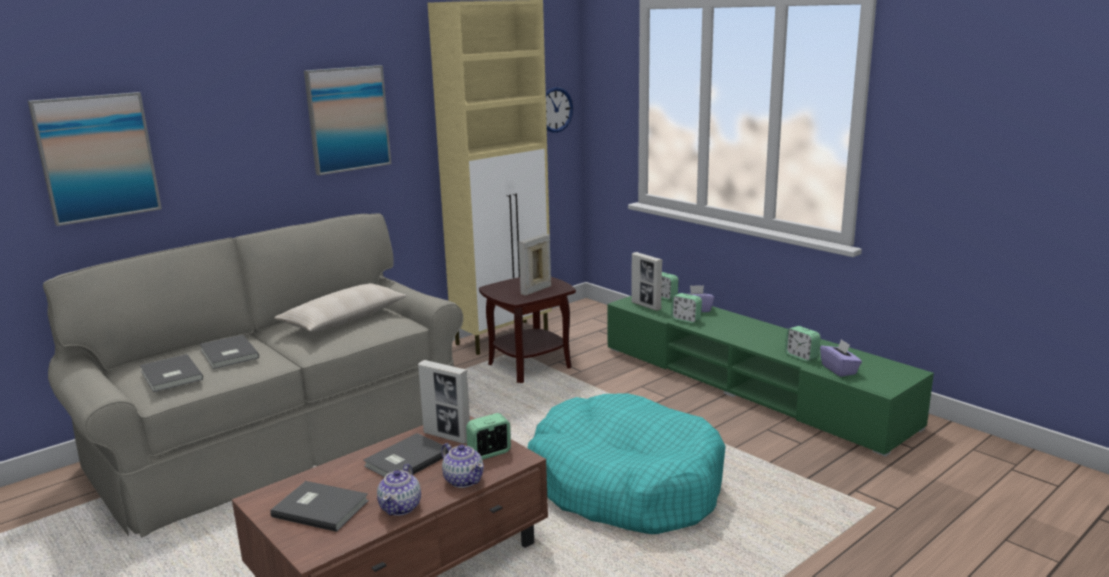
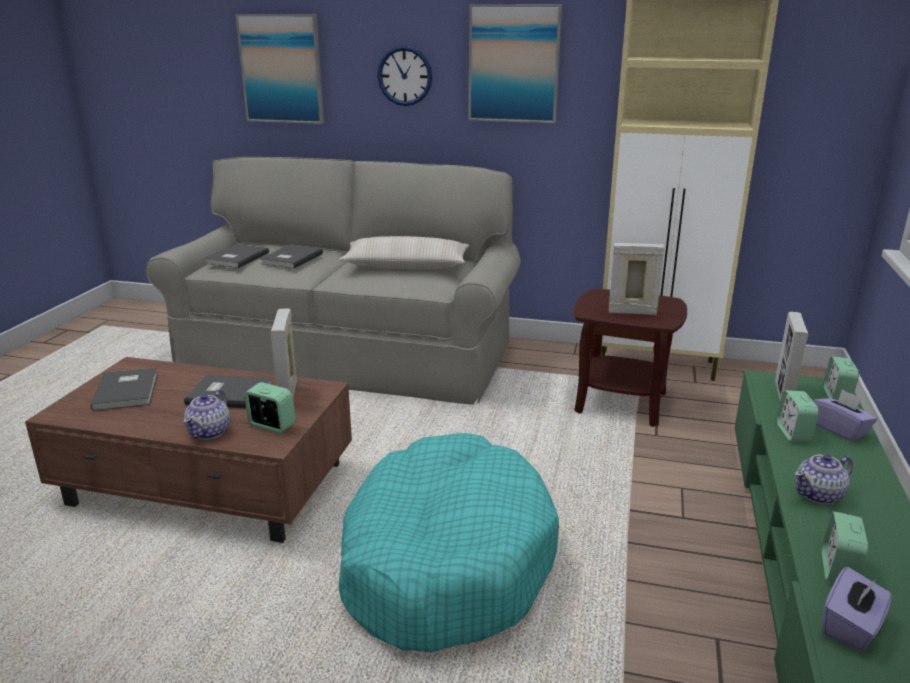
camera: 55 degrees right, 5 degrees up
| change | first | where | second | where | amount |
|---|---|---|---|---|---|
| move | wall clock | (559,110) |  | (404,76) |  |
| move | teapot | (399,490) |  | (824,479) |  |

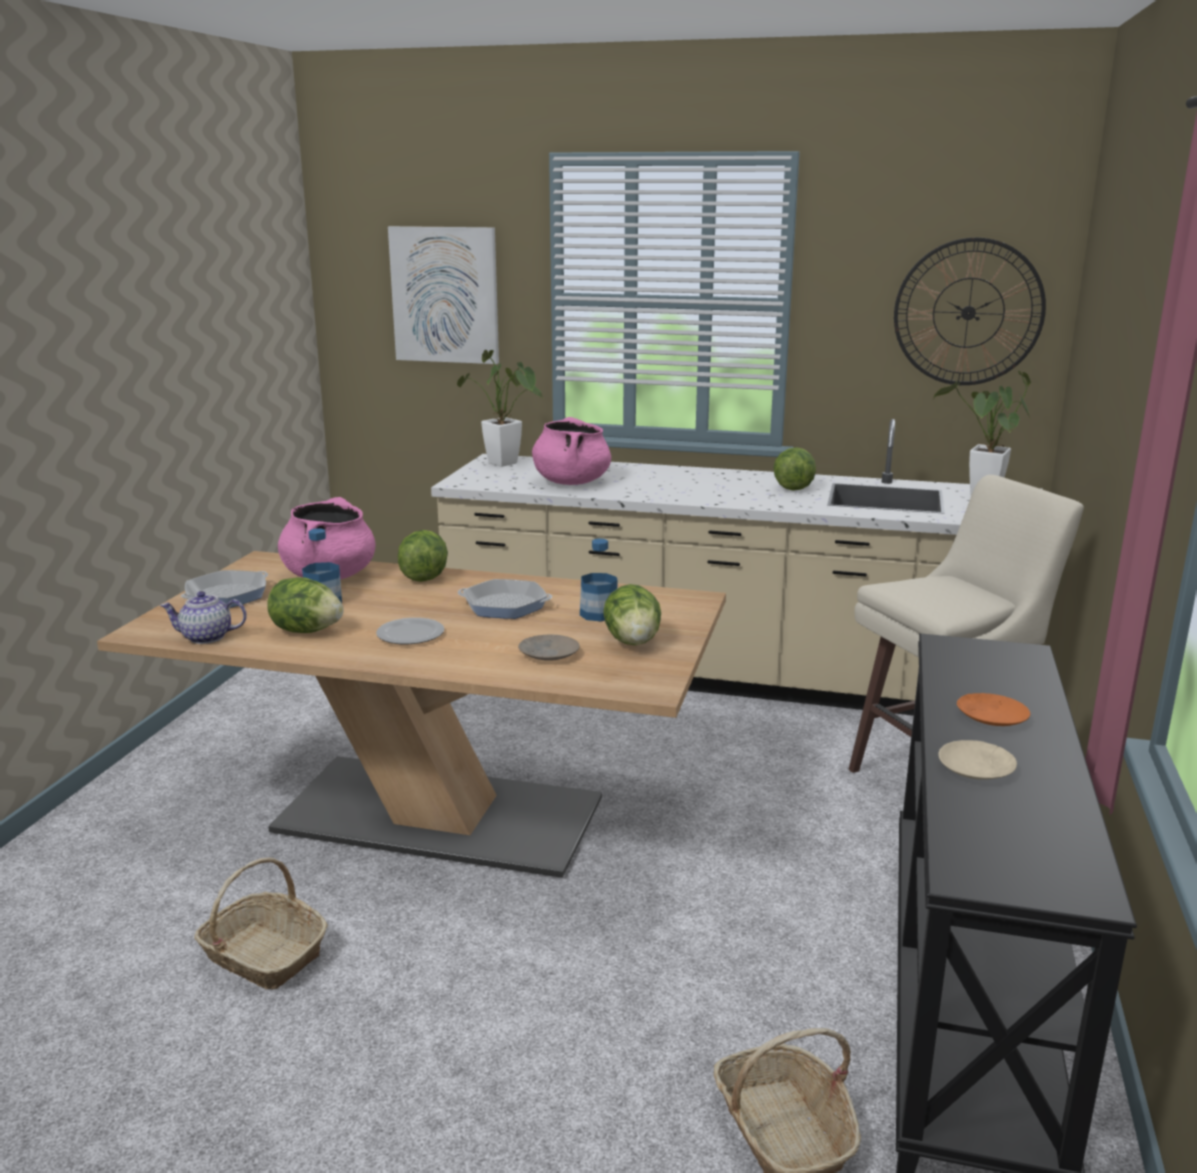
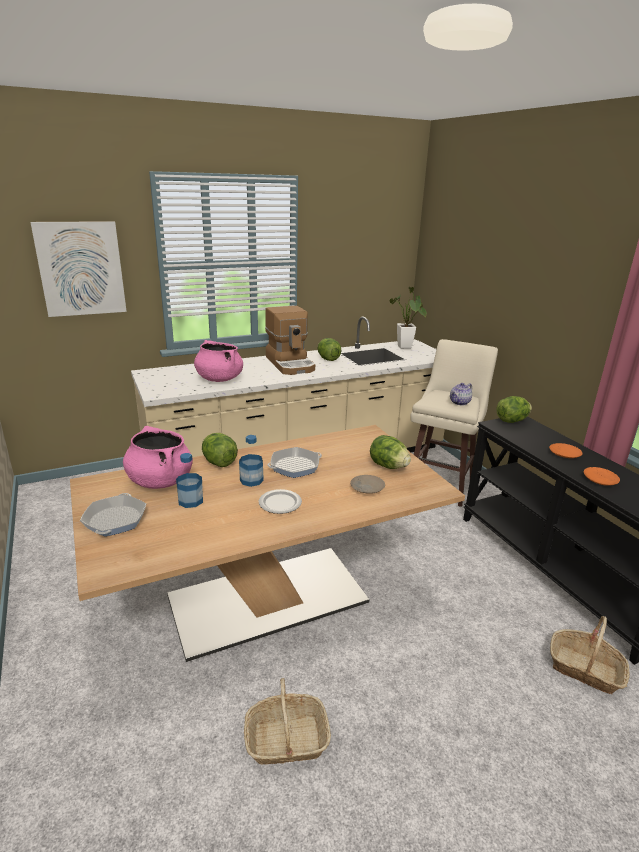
camera: 40 degrees left, 5 degrees up
| change | first | where | second | where | amount |
|---|---|---|---|---|---|
| move | bottle | (598,580) |  | (251,461) |  |
| insert |  |  | coffee machine | (290,340) |  |
| move | teapot | (203,617) |  | (461,394) |  |
| move | lettuce | (305,605) |  | (514,409) |  |
| recolor | beige plate | (978,760) | orange plate | (602,476) |  |
| delete | potted plant | (500,408) |  |  |  |
| delete | wall clock | (970,311) |  |  |  |

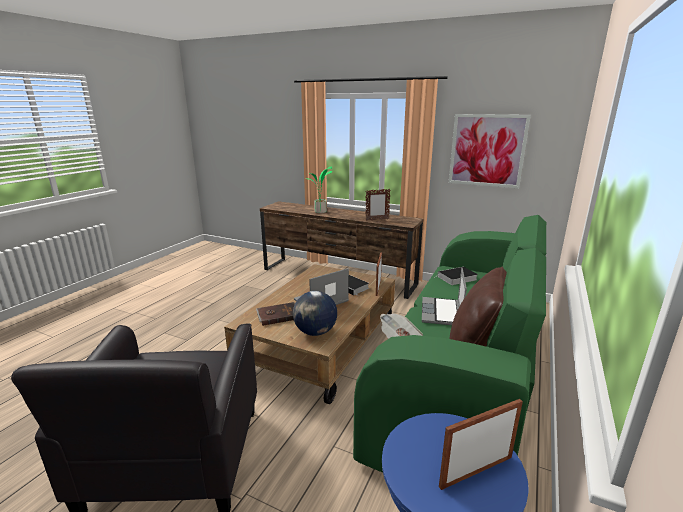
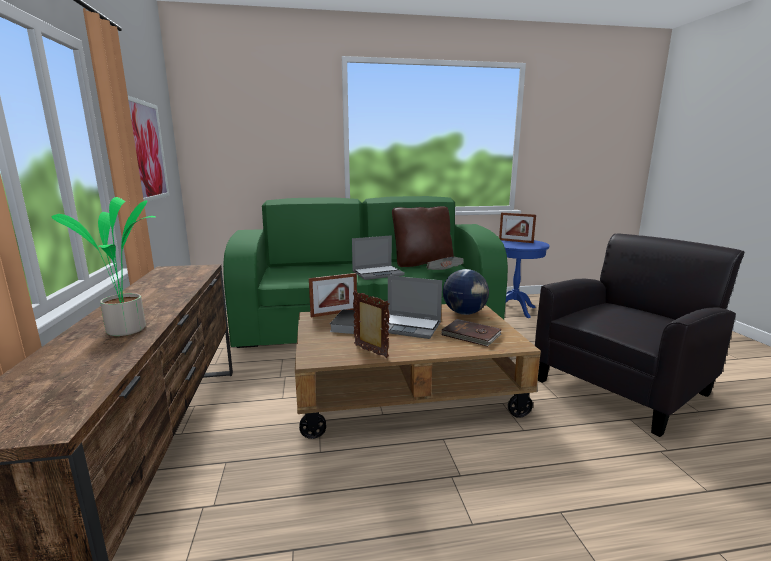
camera: 125 degrees left, 5 degrees down
| change | first | where | second | where | amount |
|---|---|---|---|---|---|
| move | picture frame | (377,205) |  | (371,324) |  |
| delete | book | (457,276) |  |  |  |

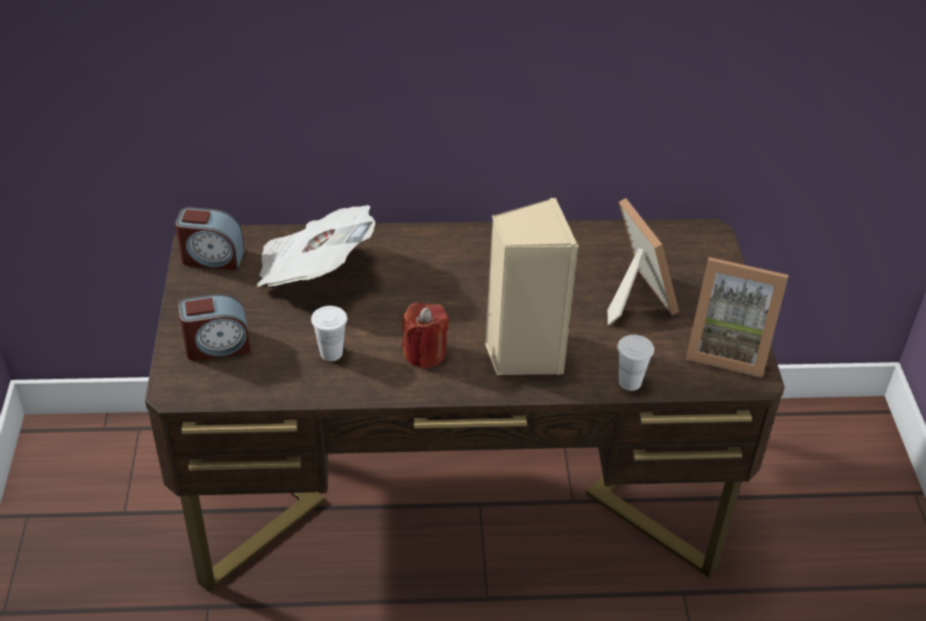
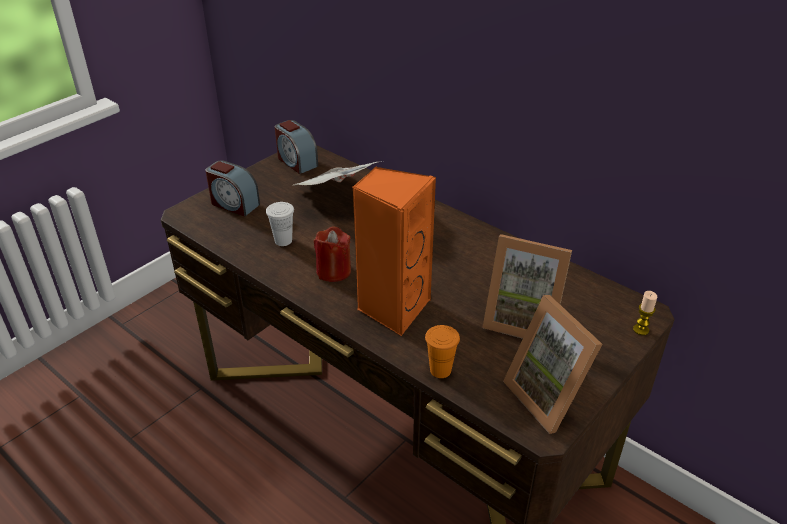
camera: 45 degrees right, 5 degrees down
| change | first | where | second | where | amount |
|---|---|---|---|---|---|
| recolor | beige speaker | (532,286) | orange speaker | (394,251) |  |
| recolor | white cup | (635,363) | orange cup | (442,351) |  |
| rotate | picture frame | (643,261) |  | (527,286) | 90 degrees clockwise |
| insert |  |  | candle | (645,313) |  |

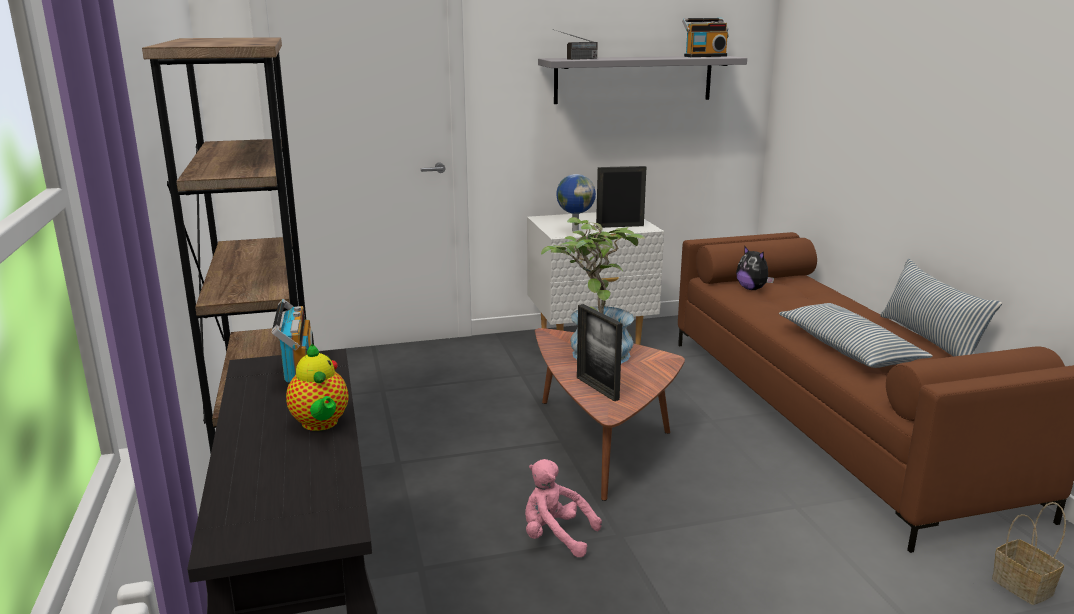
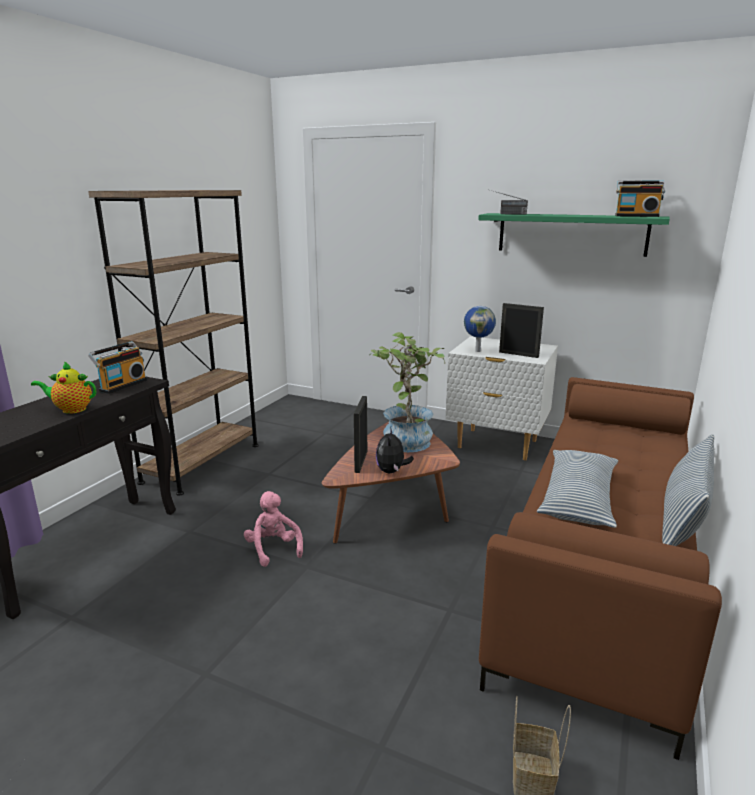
camera: 40 degrees right, 0 degrees up
| change | first | where | second | where | amount |
|---|---|---|---|---|---|
| rotate | teapot | (317,387) |  | (63,388) | 75 degrees clockwise |
| move | plush toy | (755,268) |  | (395,450) |  |
| recolor | grey shelf | (642,80) | green shelf | (574,235) |  |

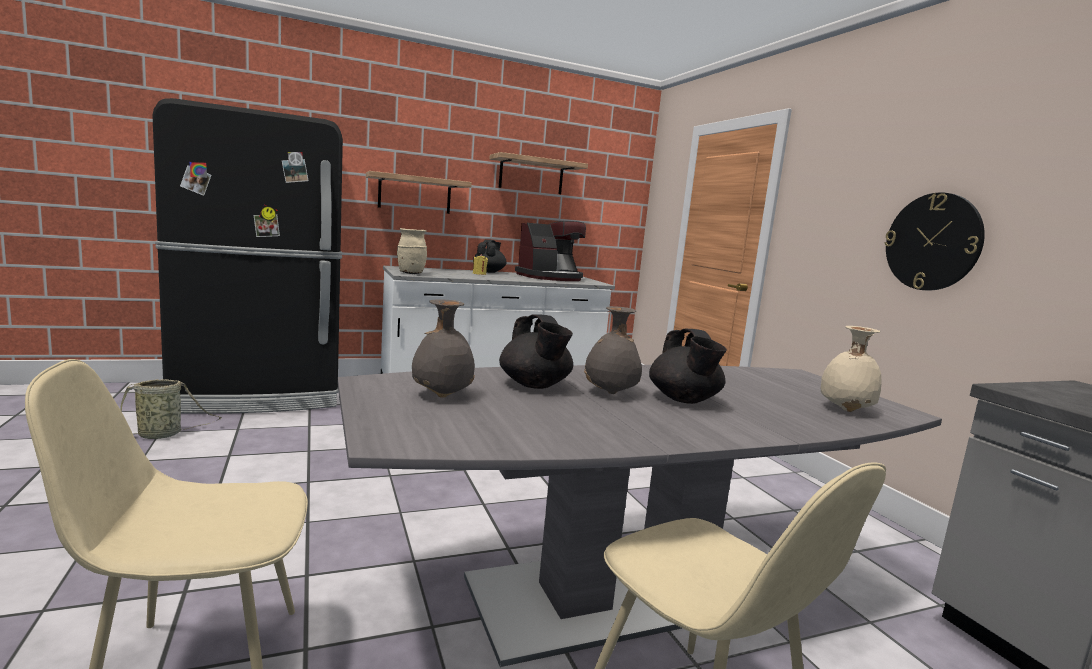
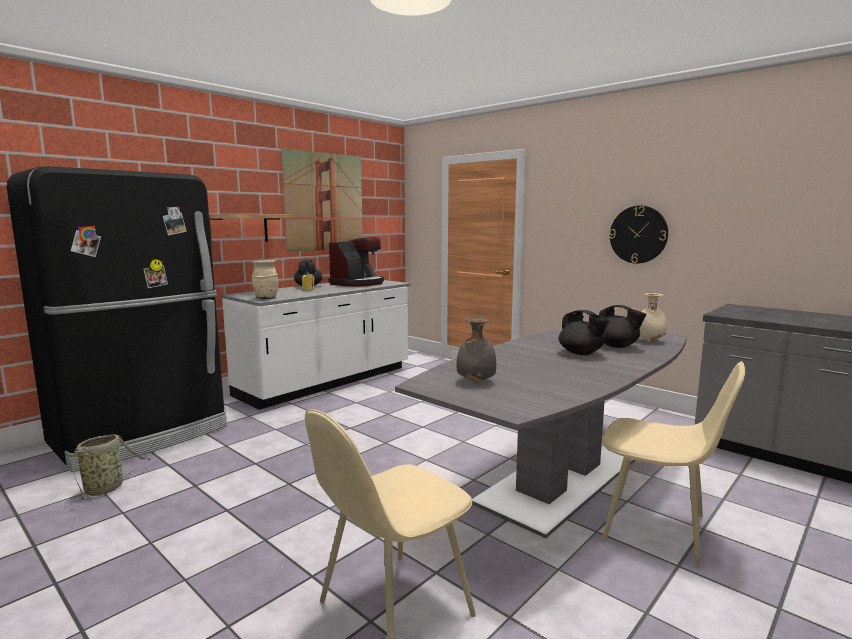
camera: 25 degrees left, 0 degrees up
| change | first | where | second | where | amount |
|---|---|---|---|---|---|
| replace | shelf | (538,173) | picture | (322,200) |  |
| move | black teapot | (536,351) |  | (623,326) |  |
| delete | grey vase | (613,350) |  |  |  |

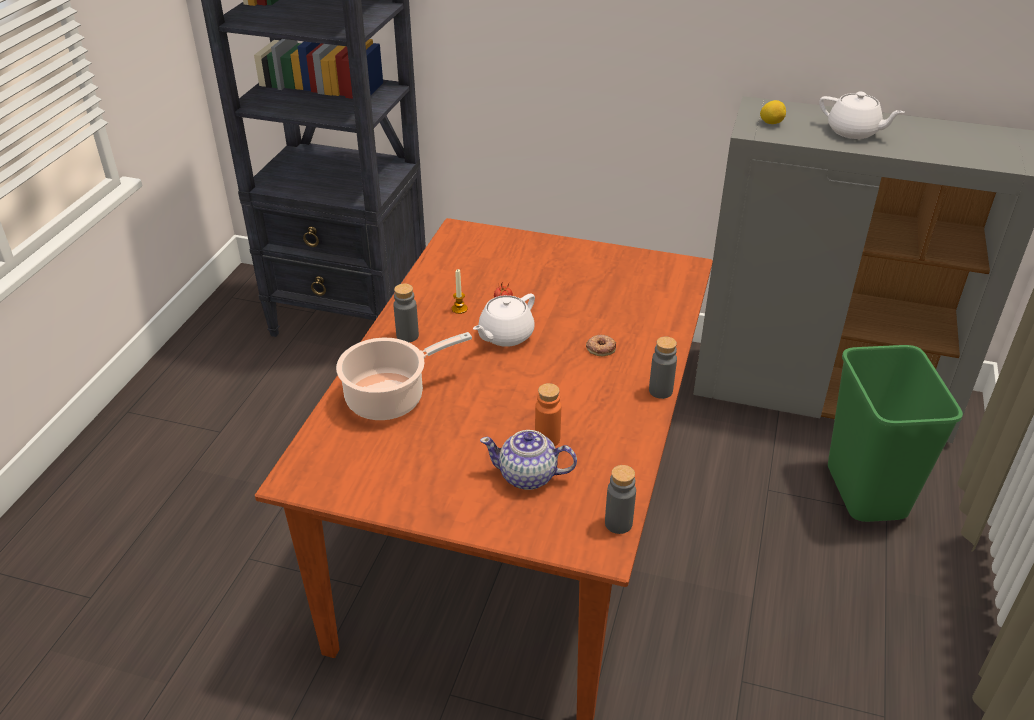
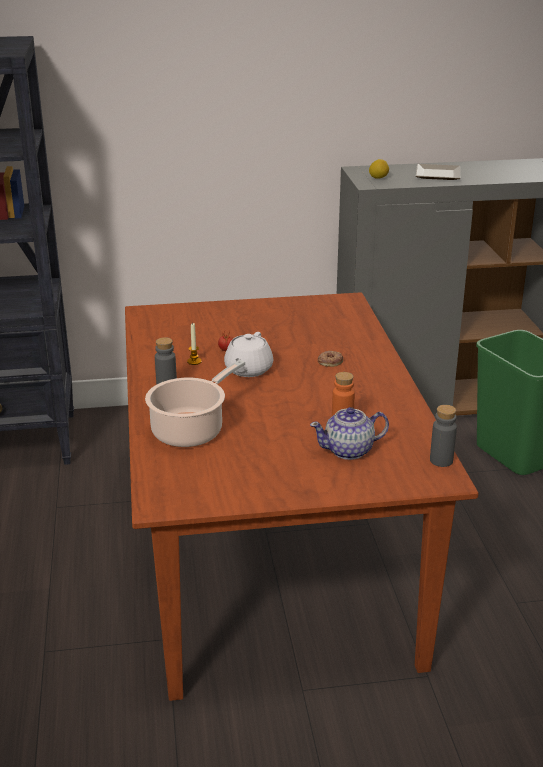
camera: 25 degrees left, 10 degrees down
| change | first | where | second | where | amount |
|---|---|---|---|---|---|
| replace | white teapot | (862,115) | plate | (438,172) |  |
| delete | grey bottle | (663,367) |  |  |  |

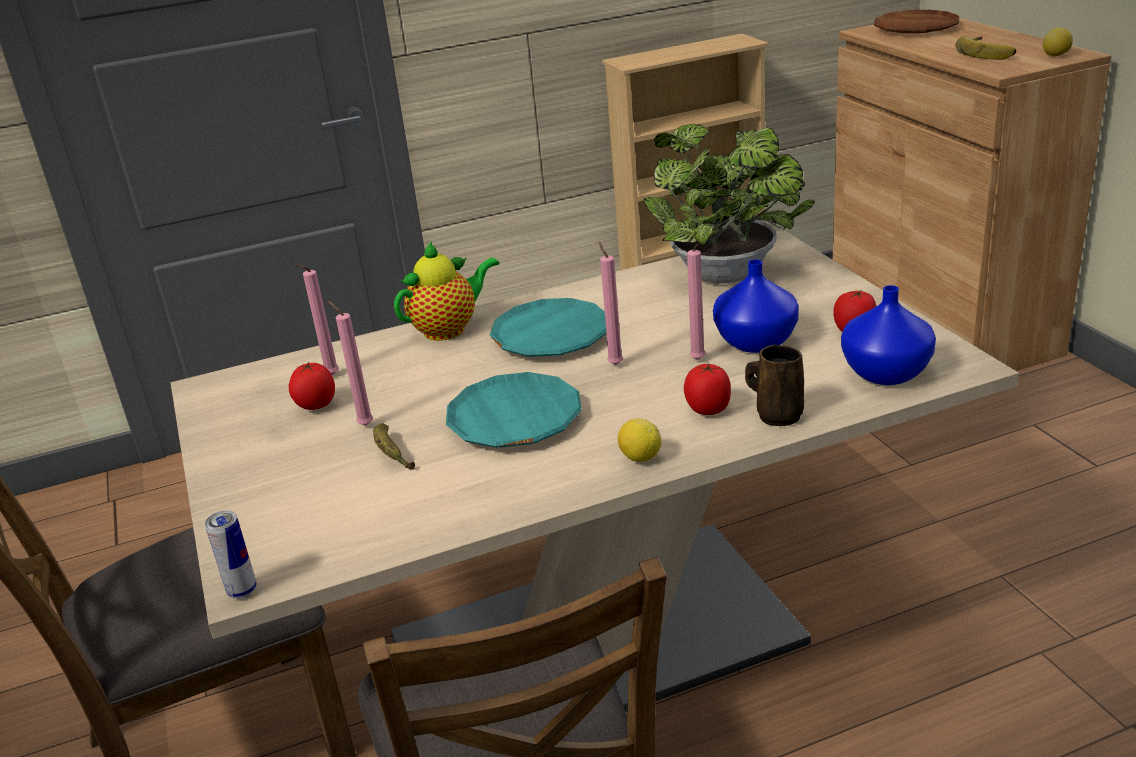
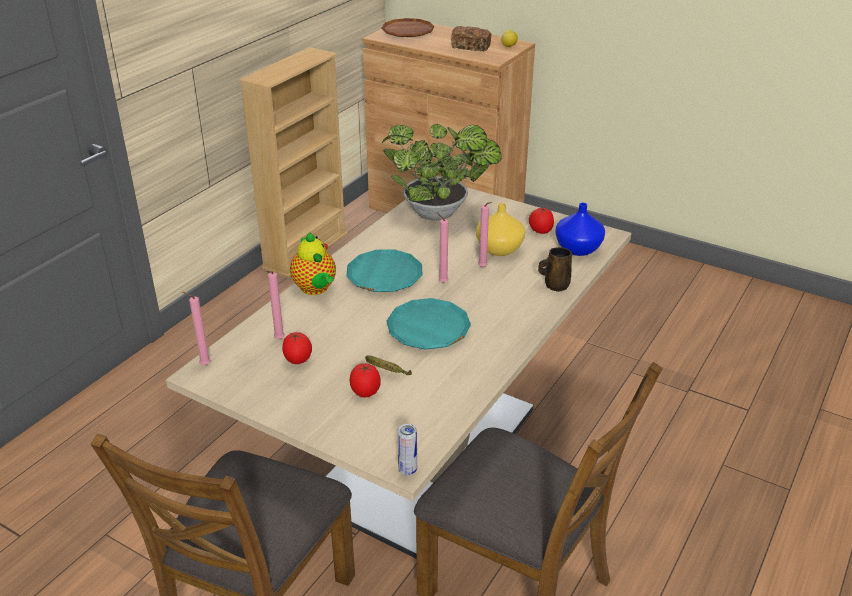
camera: 40 degrees left, 5 degrees up
| change | first | where | second | where | amount |
|---|---|---|---|---|---|
| move | pink candle | (350,363) |  | (197,328) |  |
| rotate | teapot | (446,291) |  | (313,264) | 135 degrees clockwise |
| move | tomato | (707,389) |  | (365,380) |  |
| replace | banana | (985,48) | bread | (471,38) |  |
| recolor | blue vase | (756,306) | yellow vase | (500,229) |  |
| delete | lemon | (639,440) |  |  |  |

